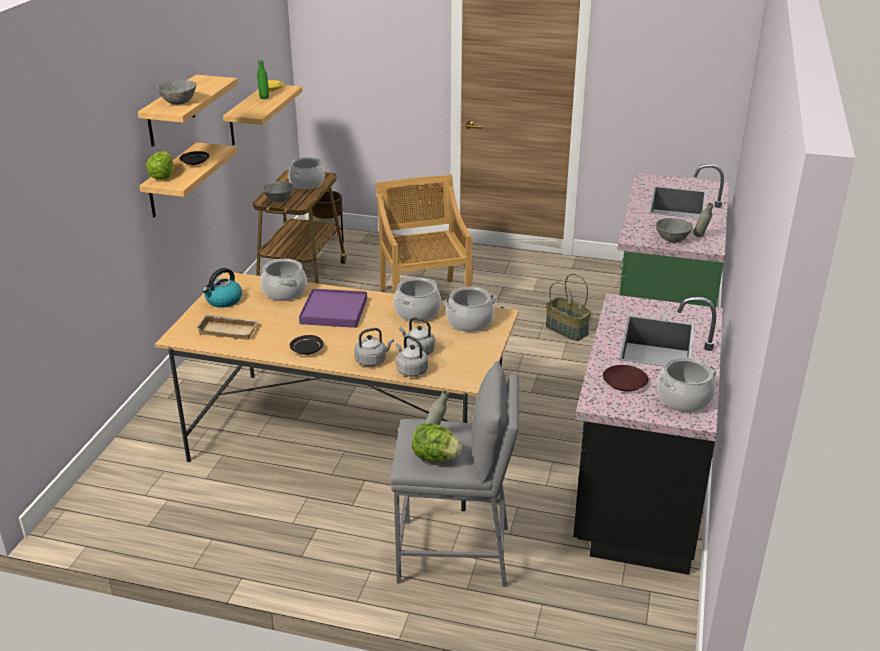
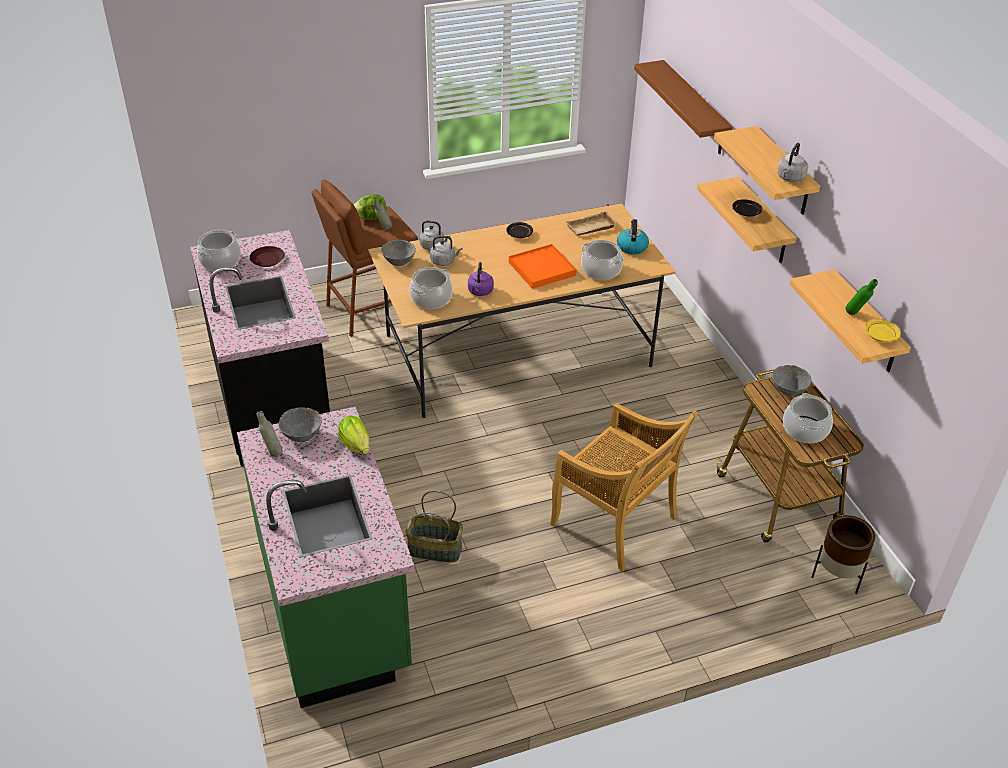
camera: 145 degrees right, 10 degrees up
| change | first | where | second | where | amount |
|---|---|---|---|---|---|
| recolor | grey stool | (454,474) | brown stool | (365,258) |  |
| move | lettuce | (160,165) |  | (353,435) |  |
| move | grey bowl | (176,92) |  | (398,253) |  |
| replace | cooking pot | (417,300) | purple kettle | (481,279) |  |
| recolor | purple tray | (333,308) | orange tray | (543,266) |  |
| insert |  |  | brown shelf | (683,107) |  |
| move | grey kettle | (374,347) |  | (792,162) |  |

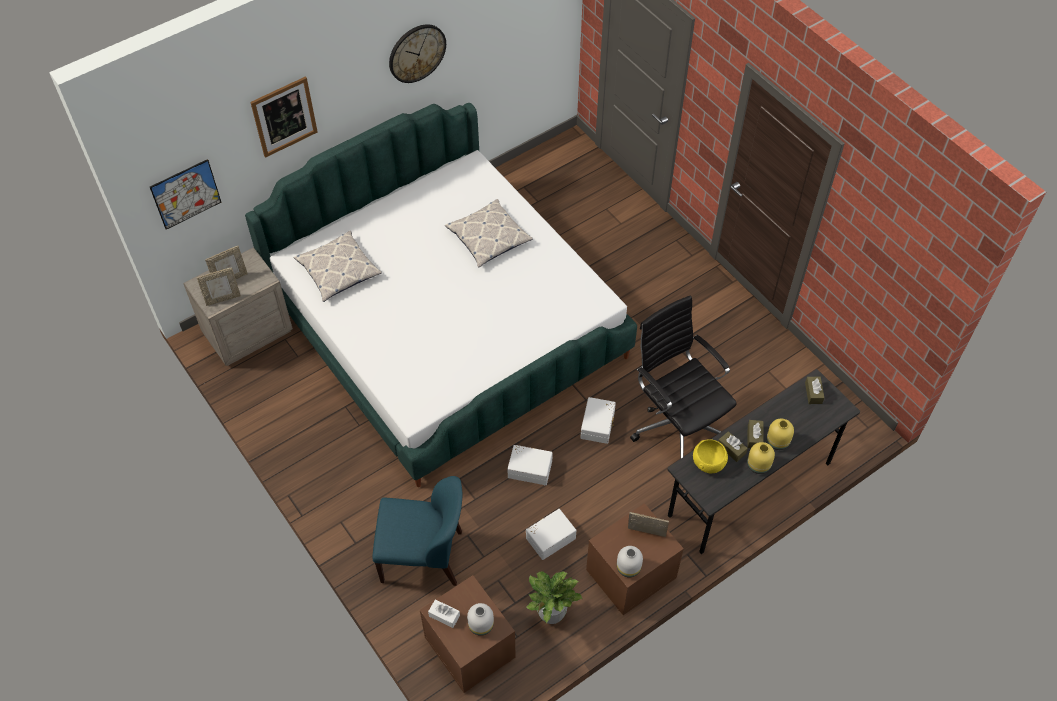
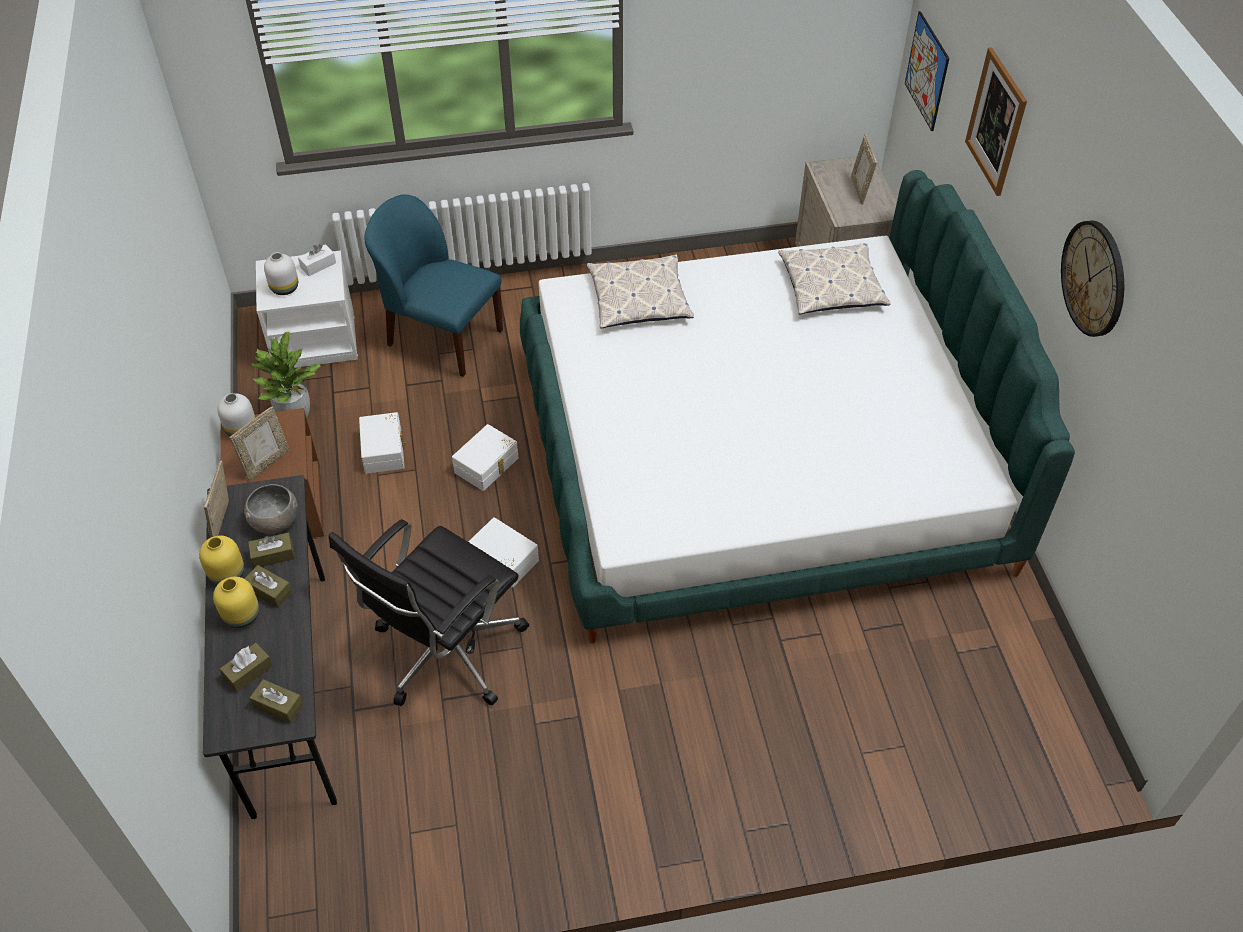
camera: 115 degrees right, 5 degrees down
| change | first | where | second | where | amount |
|---|---|---|---|---|---|
| move | picture frame | (219,286) |  | (216,499) |  |
| insert |  |  | brown tissue box | (246,667) |  |
| recolor | yellow bowl | (710,456) | grey bowl | (271,509) |  |
| recolor | brown nightstand | (468,634) | white nightstand | (307,309) |  |
| rotate | black office chair | (683,377) |  | (428,612) | 135 degrees clockwise |
| rotate | blue chair | (417,531) |  | (433,285) | 90 degrees clockwise |
| move | pillow | (489,233) |  | (640,291) |  |

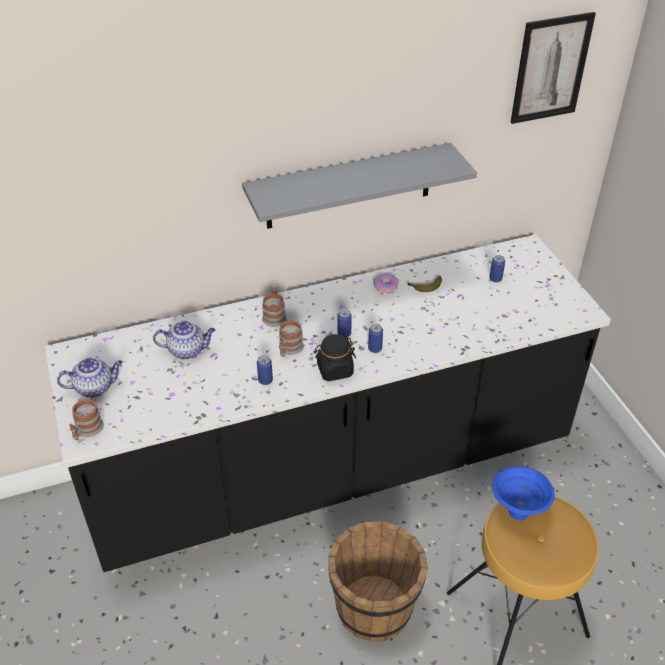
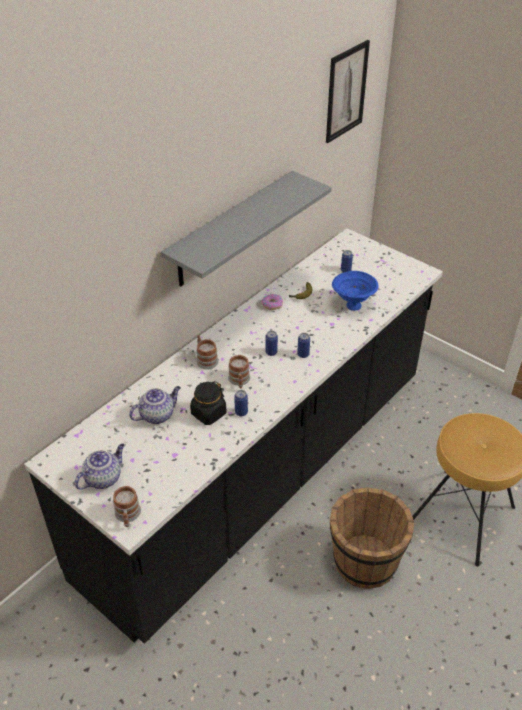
camera: 30 degrees left, 0 degrees up
| change | first | where | second | where | amount |
|---|---|---|---|---|---|
| move | black jar | (334,357) |  | (208,403) |  |
| move | blue bowl | (523,493) |  | (355,291) |  |

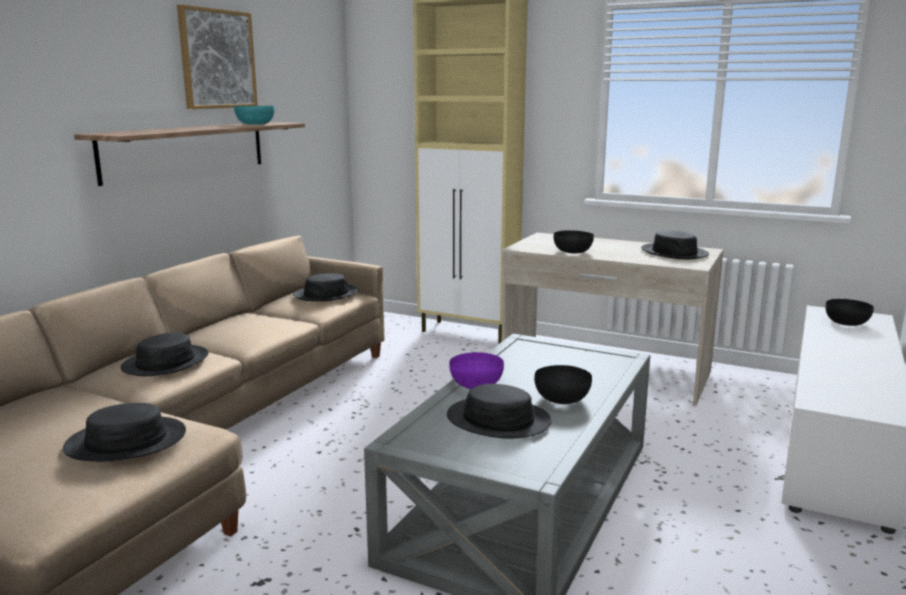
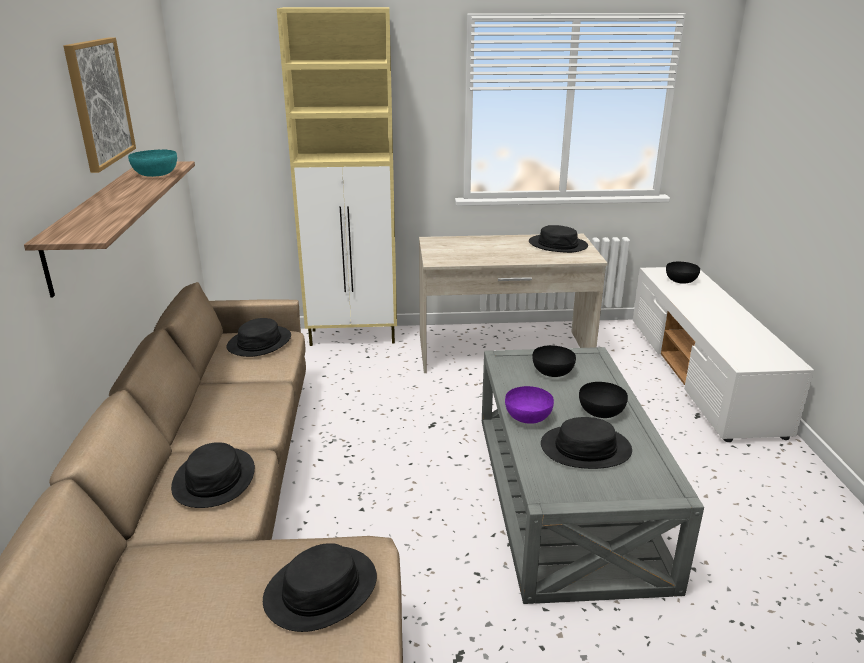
camera: 30 degrees left, 10 degrees up
| change | first | where | second | where | amount |
|---|---|---|---|---|---|
| move | black bowl | (574,242) |  | (554,361) |  |

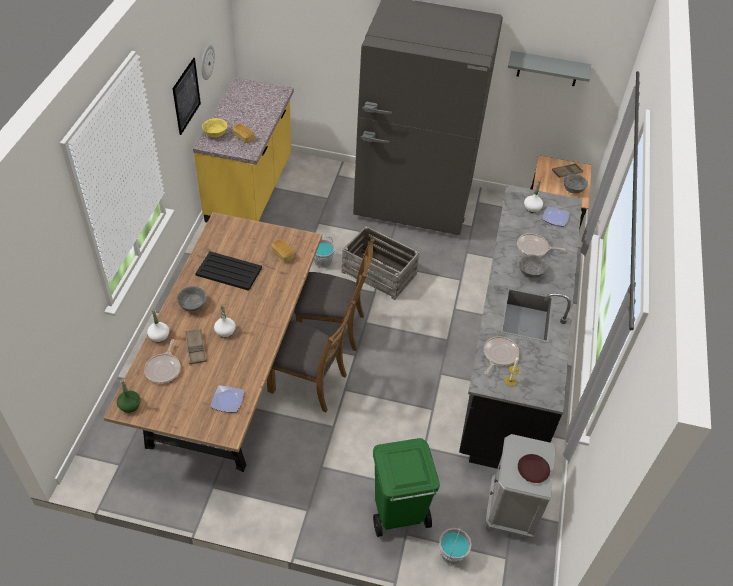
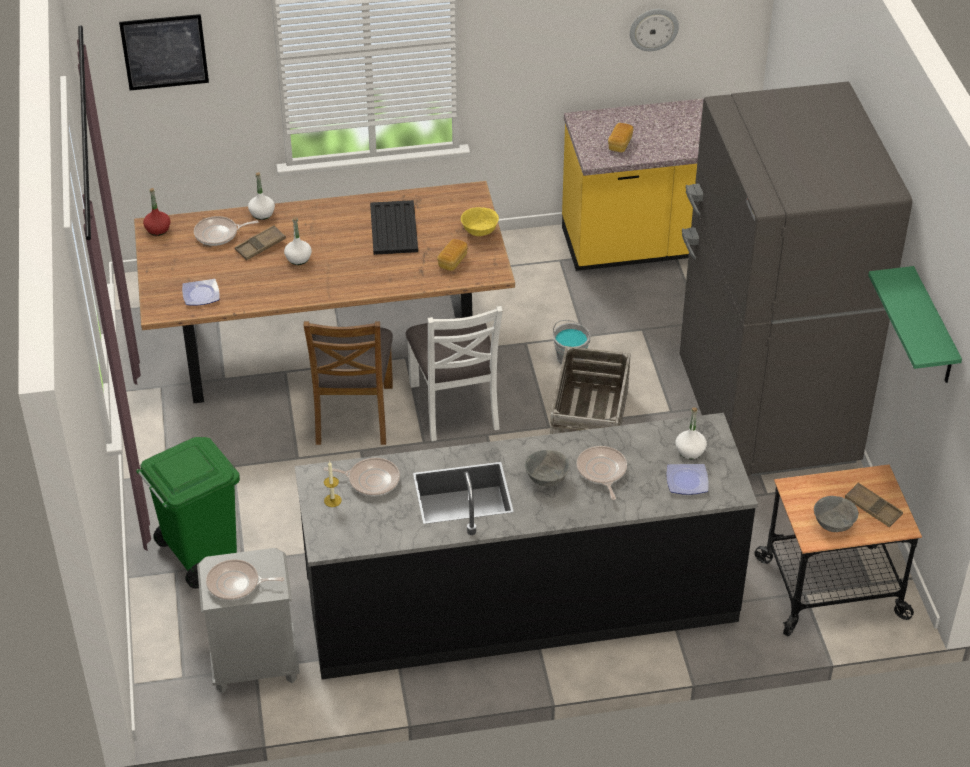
camera: 70 degrees right, 5 degrees down
| change | first | where | second | where | amount |
|---|---|---|---|---|---|
| move | picture | (186,96) |  | (164,52) |  |
| recolor | green bottle | (128,396) | red bottle | (157,212) |  |
| replace | brown plate | (534,468) | frying pan | (245,580) |  |
| recolor | brown chair | (334,294) | white chair | (454,373) |  |
| move | yellow bowl | (214,128) |  | (480,221) |  |
| recolor | grey shelf | (549,68) | green shelf | (915,324) |  |
| delete | grey bowl | (191,299) |  |  |  |
| delete | grey bucket | (455,546) |  |  |  |

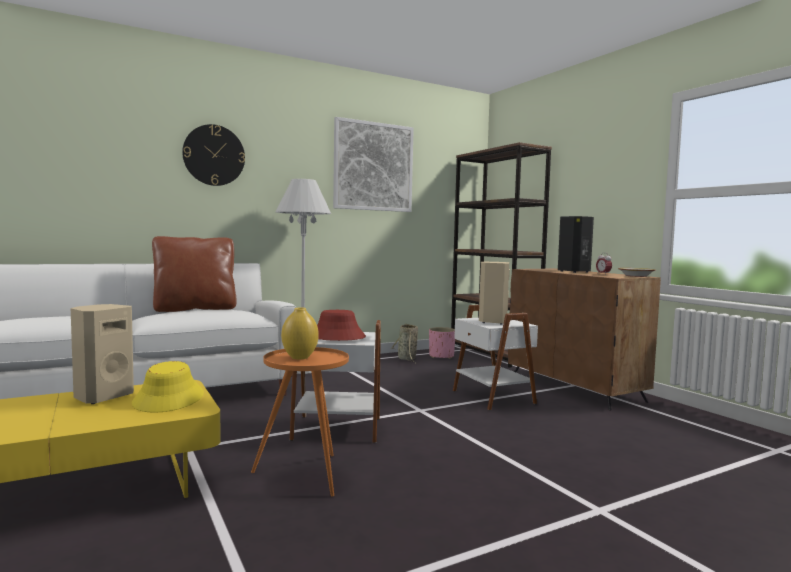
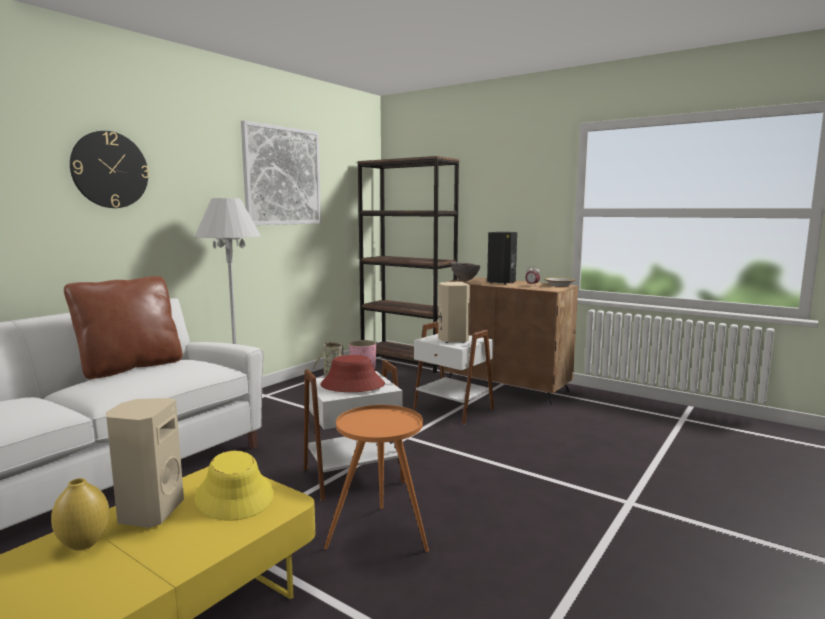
camera: 25 degrees left, 5 degrees up
| change | first | where | second | where | amount |
|---|---|---|---|---|---|
| move | yellow vase | (300,333) |  | (80,514) |  |
| insert |  |  | brown bowl | (466,271) |  |

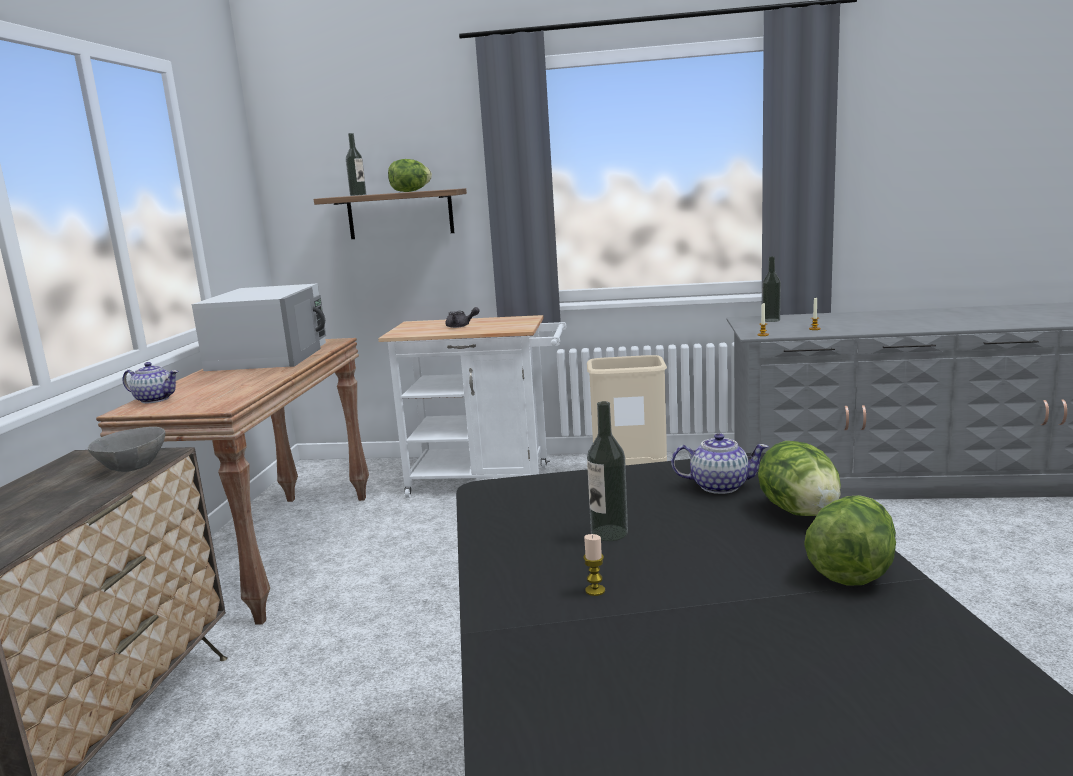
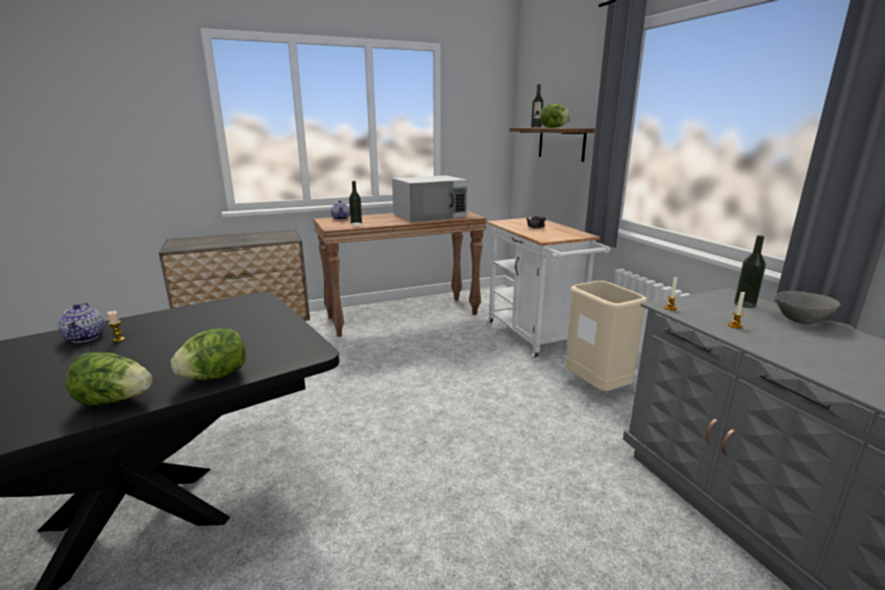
camera: 60 degrees right, 5 degrees up
| change | first | where | second | where | amount |
|---|---|---|---|---|---|
| move | teapot | (720,463) |  | (81,323) |  |
| move | bottle | (607,471) |  | (355,203) |  |
| move | grey bowl | (126,449) |  | (808,307) |  |

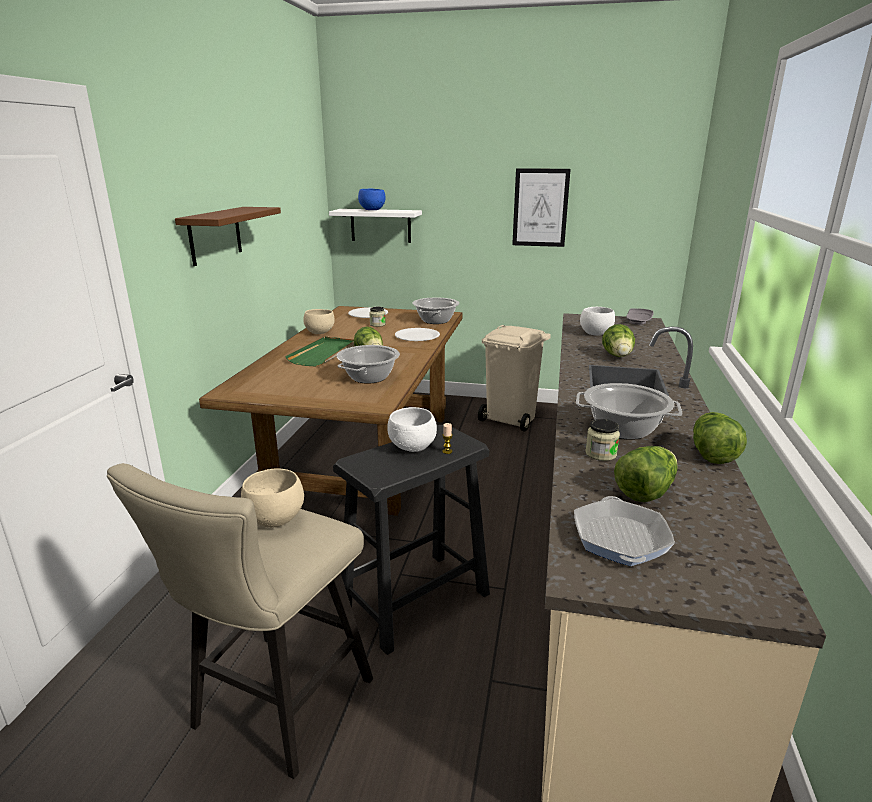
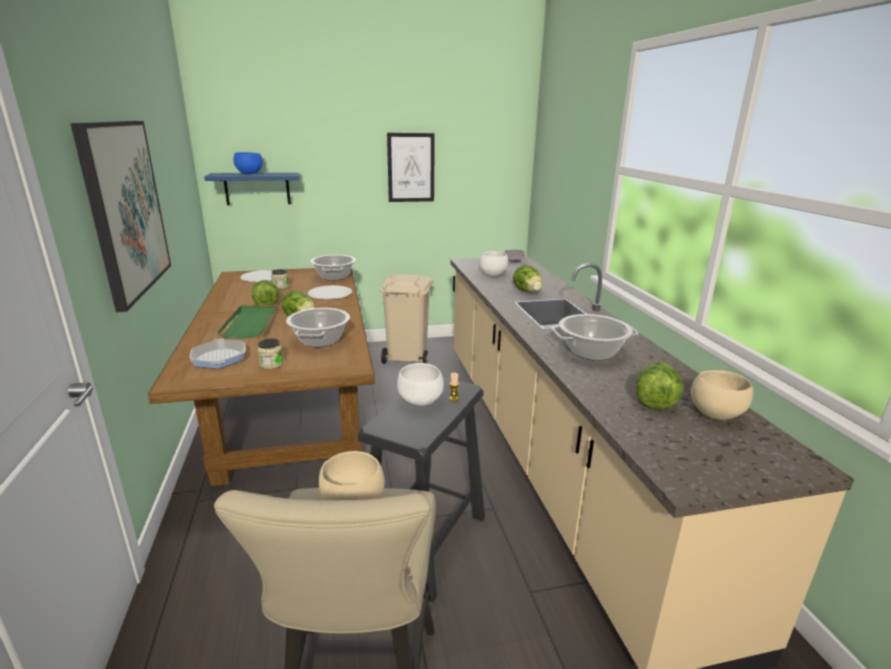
camera: 25 degrees left, 0 degrees up
| change | first | where | second | where | amount |
|---|---|---|---|---|---|
| replace | brown shelf | (228,236) | picture | (120,216) |  |
| move | frying pan | (624,531) |  | (218,353) |  |
| recolor | white shelf | (375,226) | blue shelf | (252,189) |  |
| move | lettuce | (720,438) |  | (265,292) |  |
| move | jar | (602,440) |  | (270,353) |  |
| move | beige bowl | (319,321) |  | (722,395) |  |

